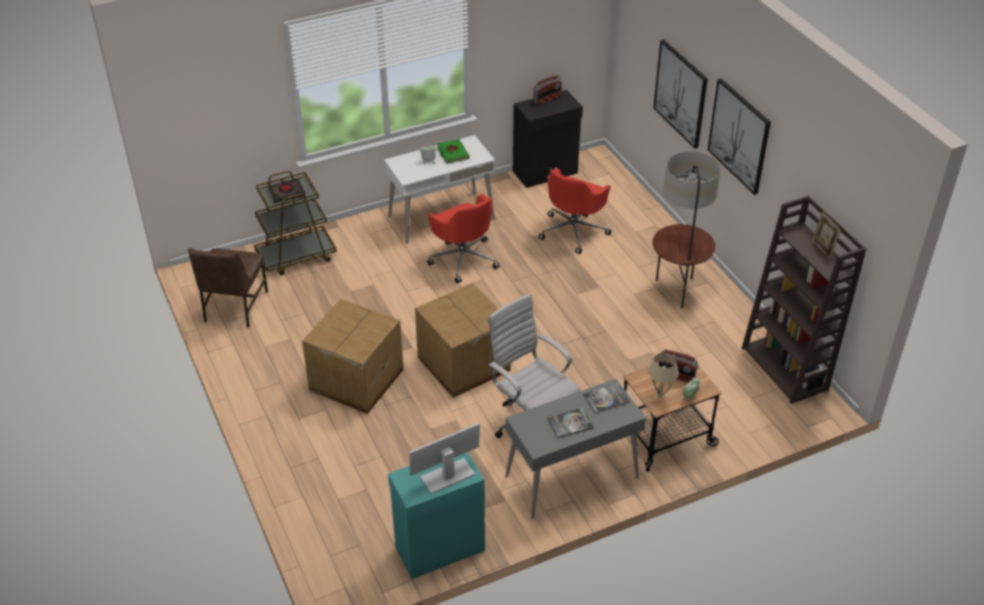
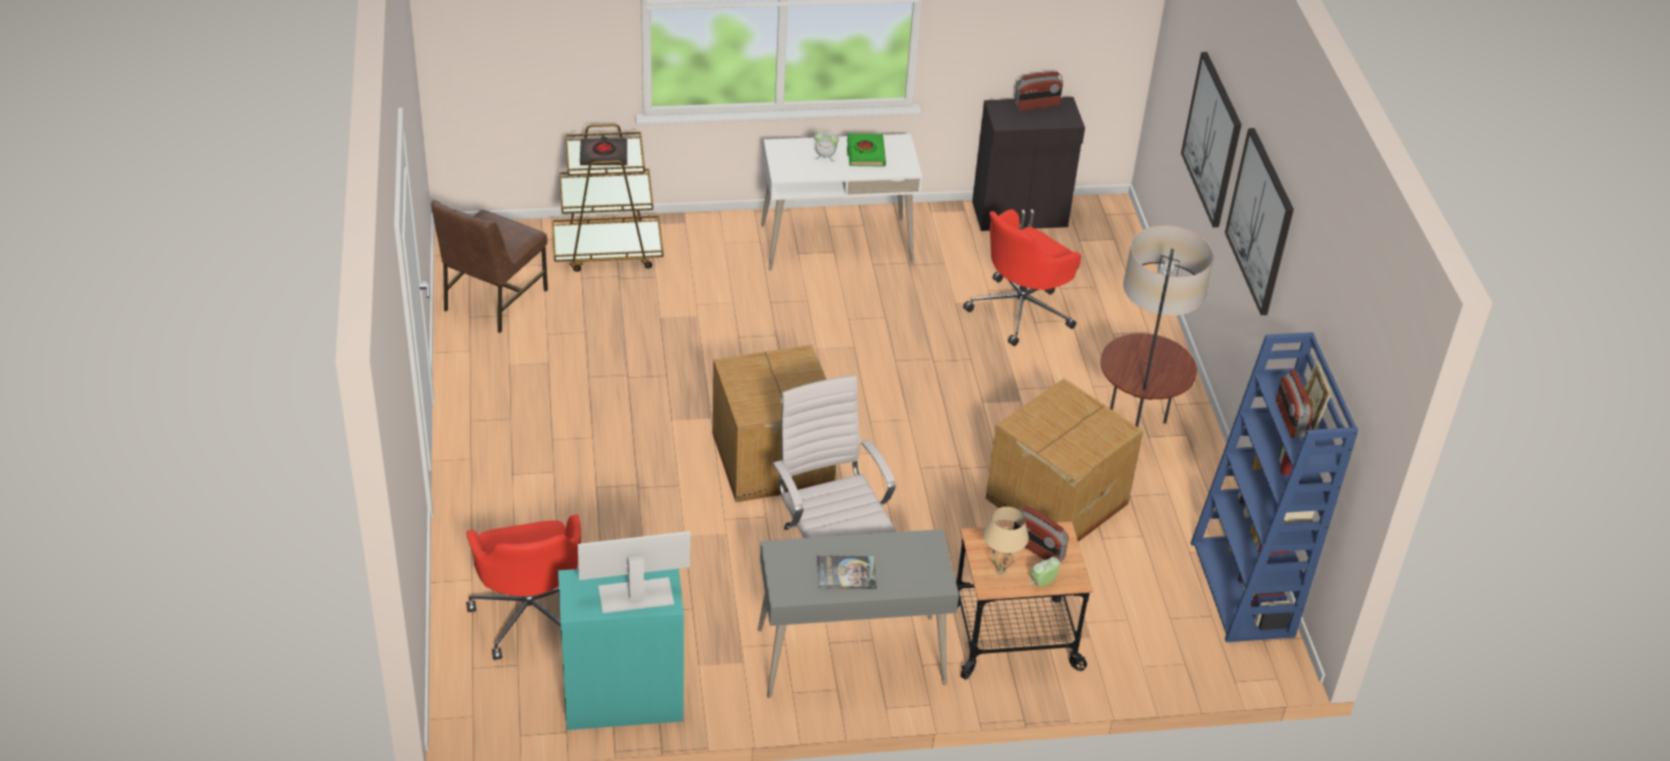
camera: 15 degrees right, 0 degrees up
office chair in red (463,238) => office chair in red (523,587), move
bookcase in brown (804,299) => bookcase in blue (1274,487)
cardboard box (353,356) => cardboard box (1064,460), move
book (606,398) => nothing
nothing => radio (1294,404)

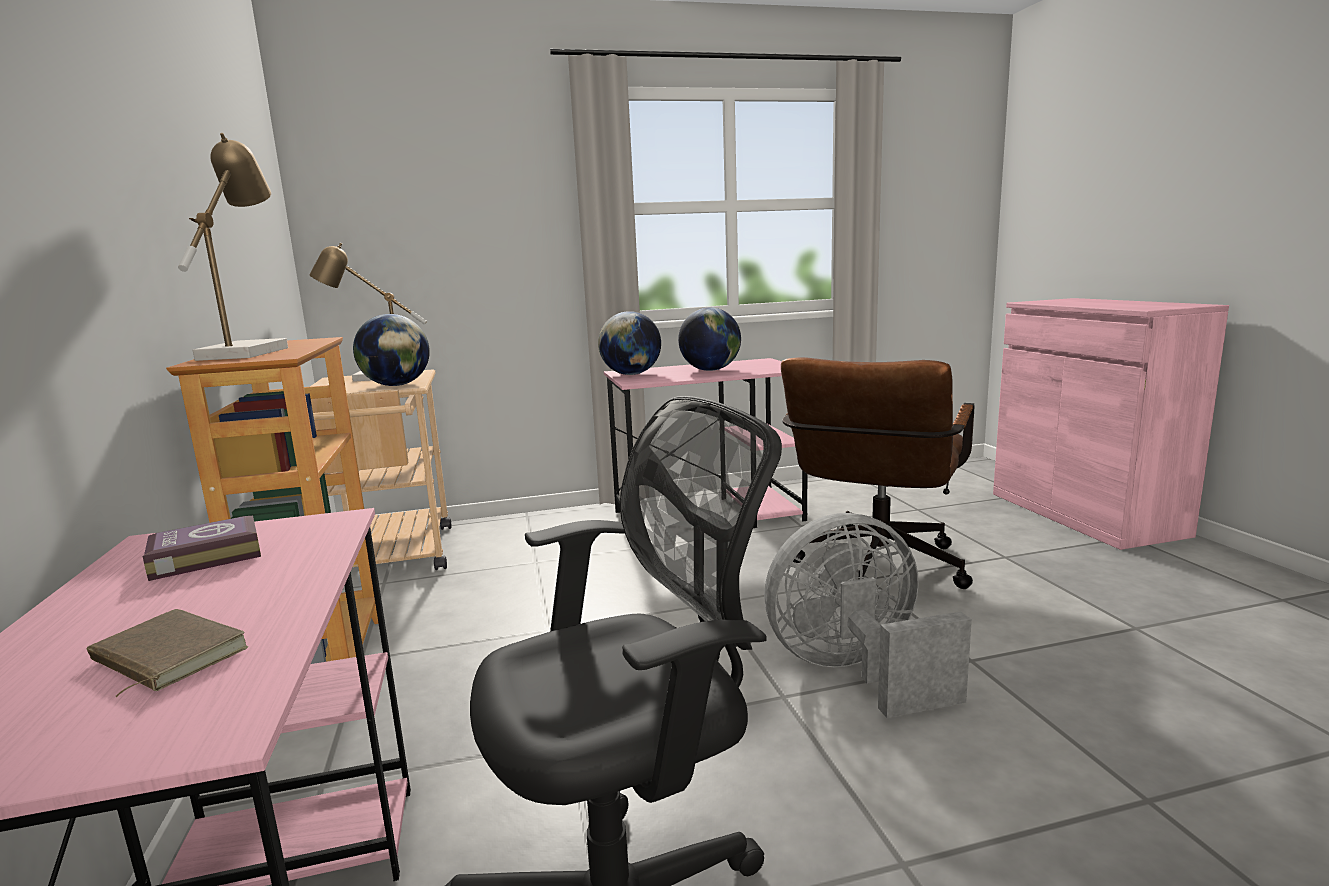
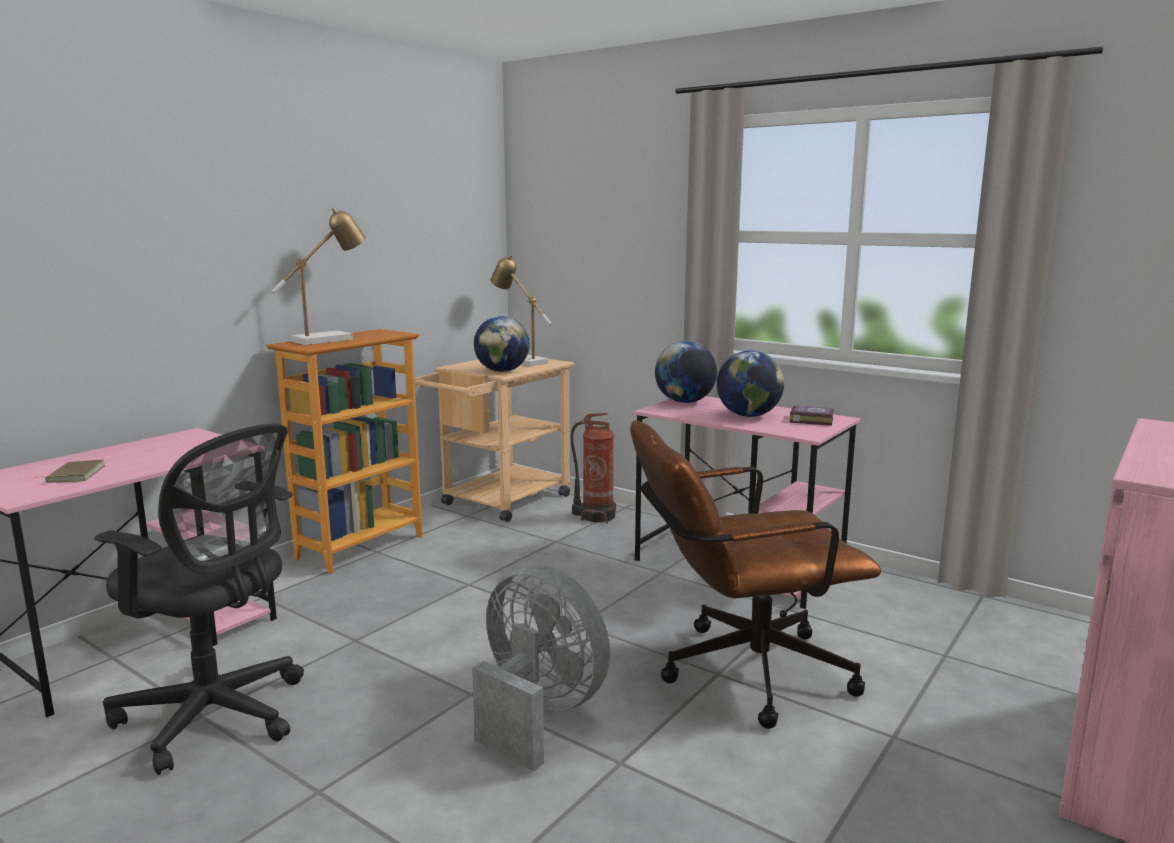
camera: 50 degrees right, 0 degrees up
book (201,548) => book (812,416), move
nothing => fire extinguisher (593,468)

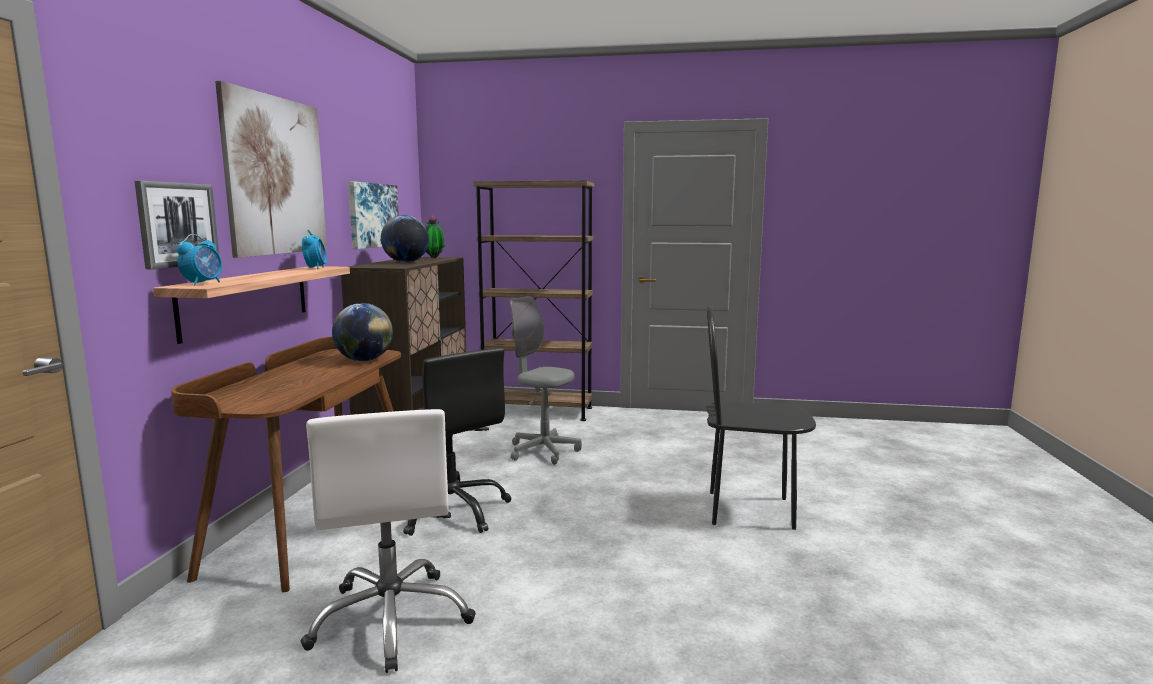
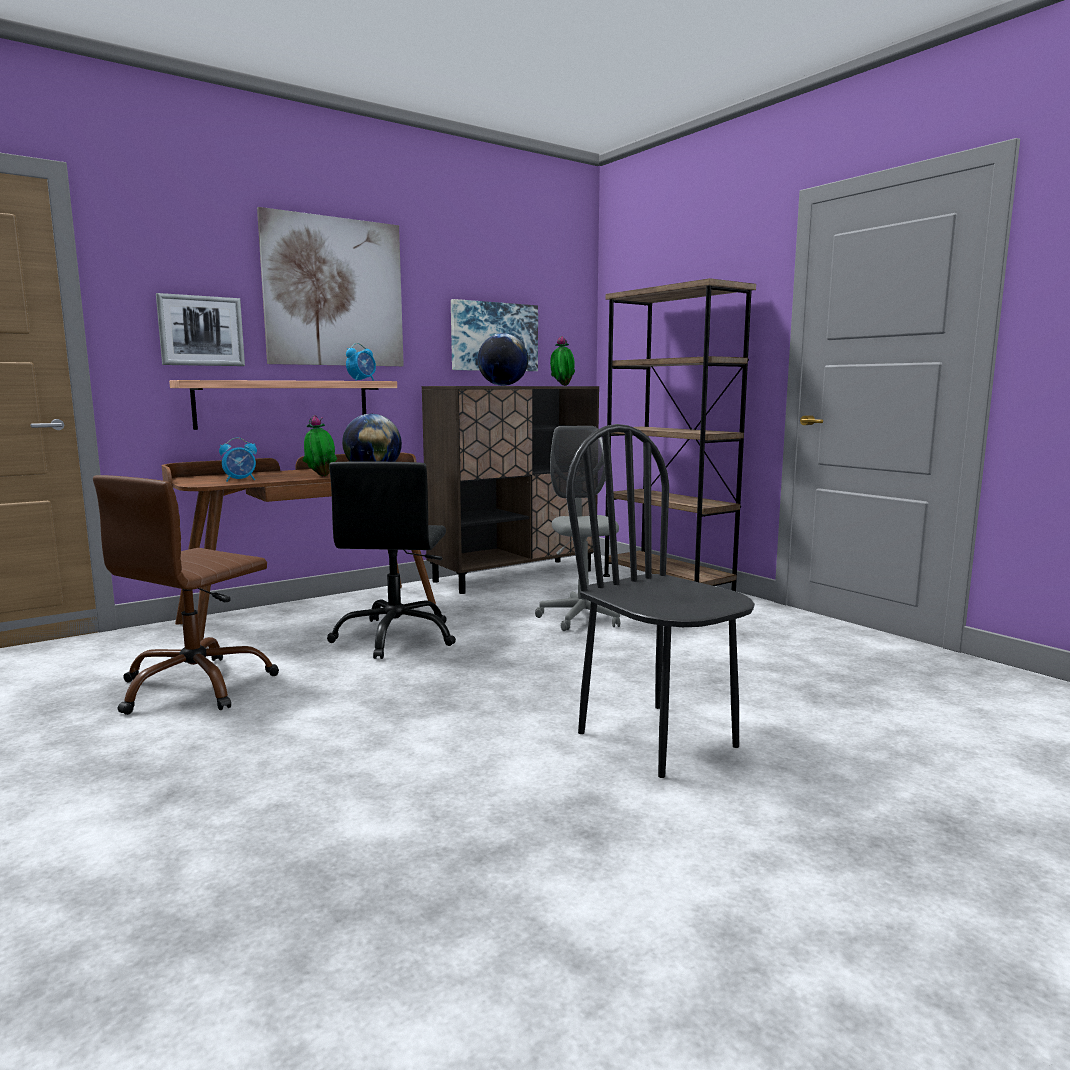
camera: 45 degrees right, 0 degrees up
alarm clock (199,259) => alarm clock (238,459), move
office chair in white (388,541) => office chair in brown (186,595)
nothing => potted plant (319,446)

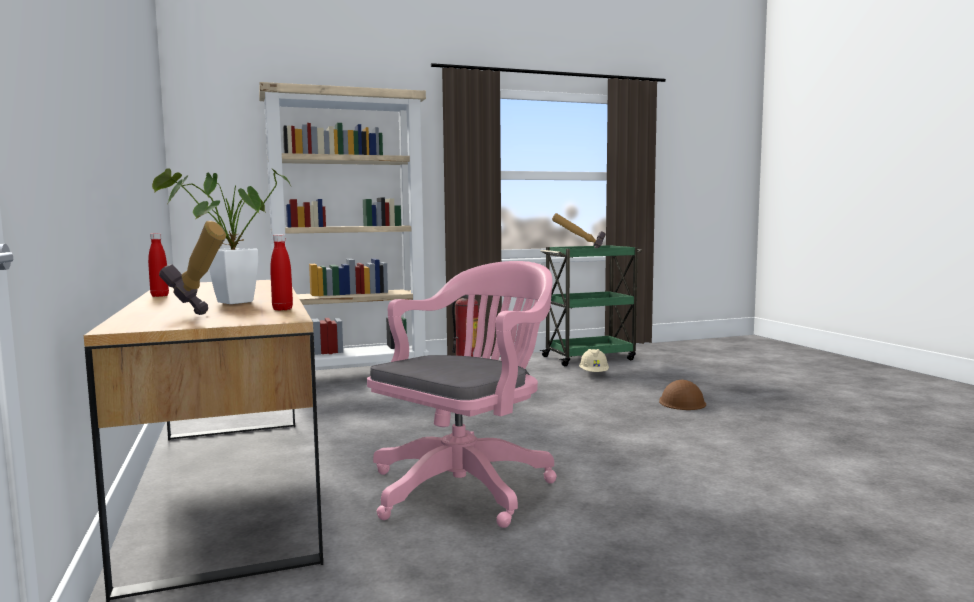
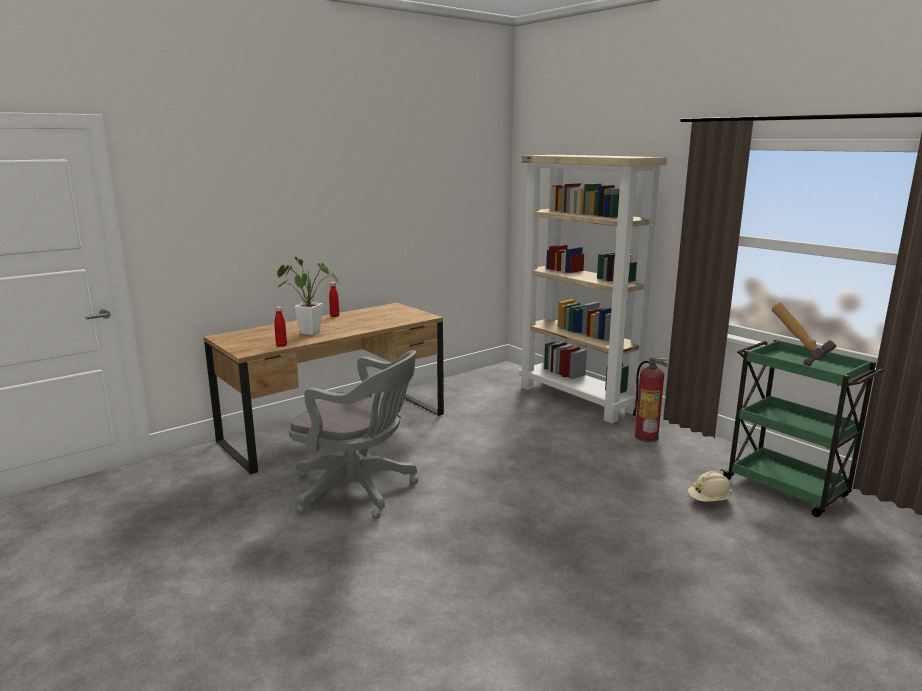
camera: 70 degrees right, 10 degrees up
hammer (192,268) => nothing
office chair in pink (462,394) => office chair in grey (353,434)
hard hat in brown (682,395) => nothing

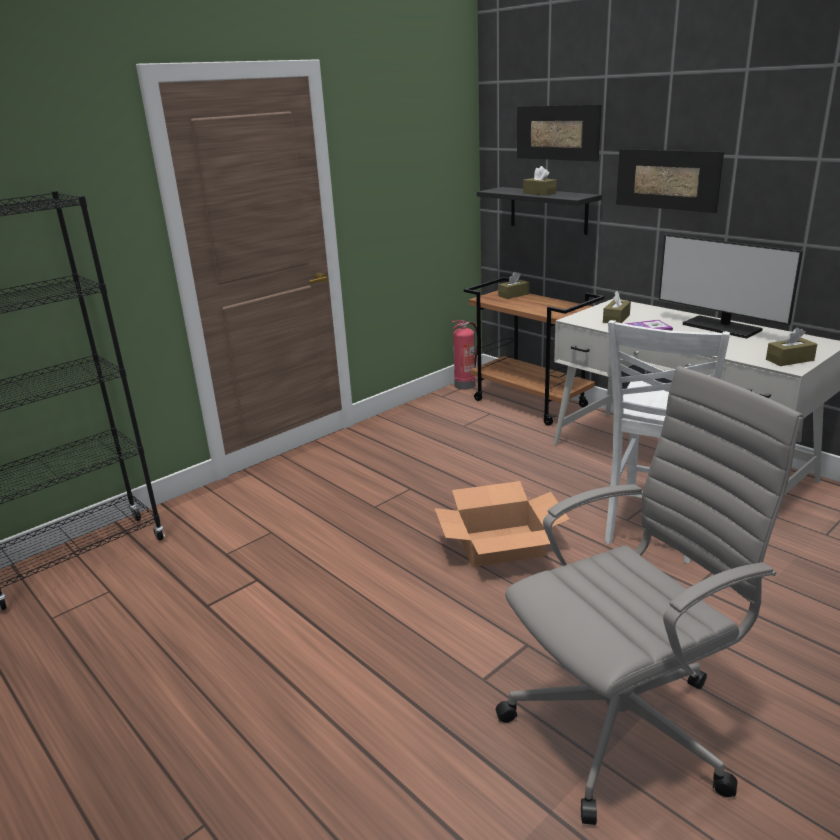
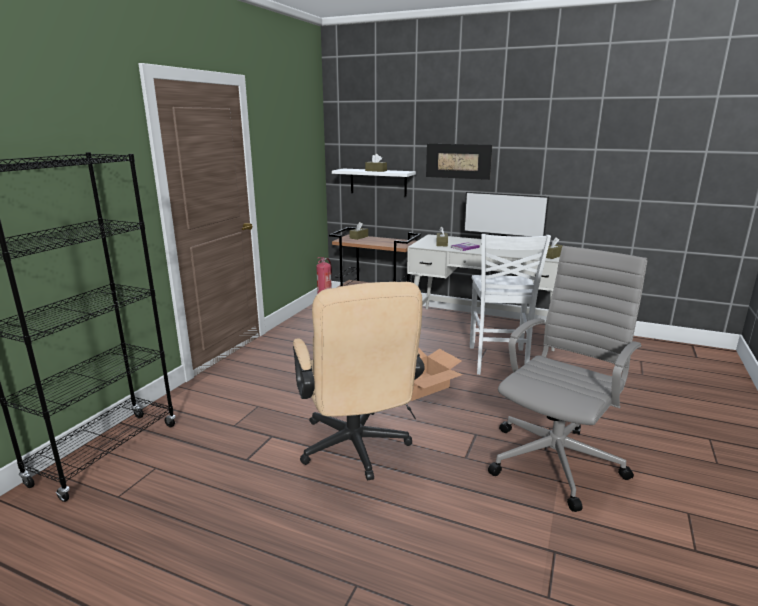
camera: 25 degrees left, 5 degrees down
picture (559,133) => nothing
shelf in black (539,211) => shelf in white (374,182)
nothing => office chair in beige (359,381)

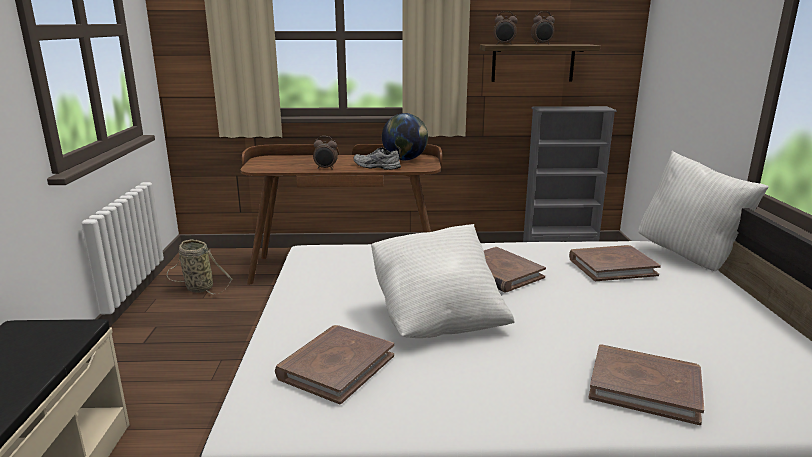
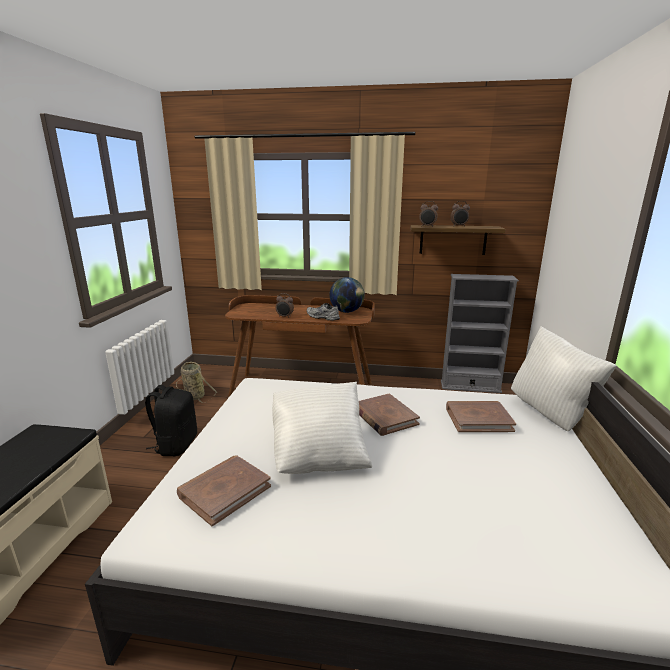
camera: 10 degrees right, 0 degrees up
book in brown (646,384) => nothing
nothing => backpack in black (171,420)

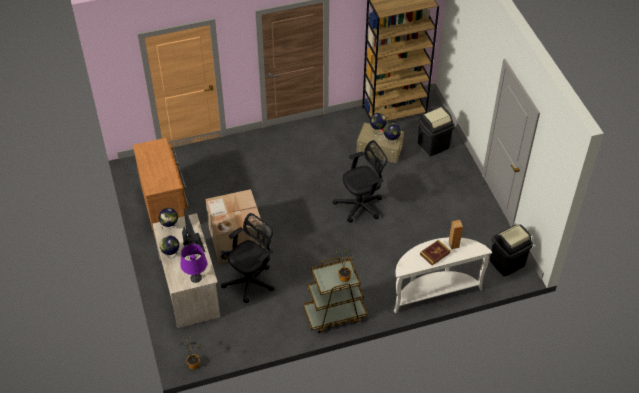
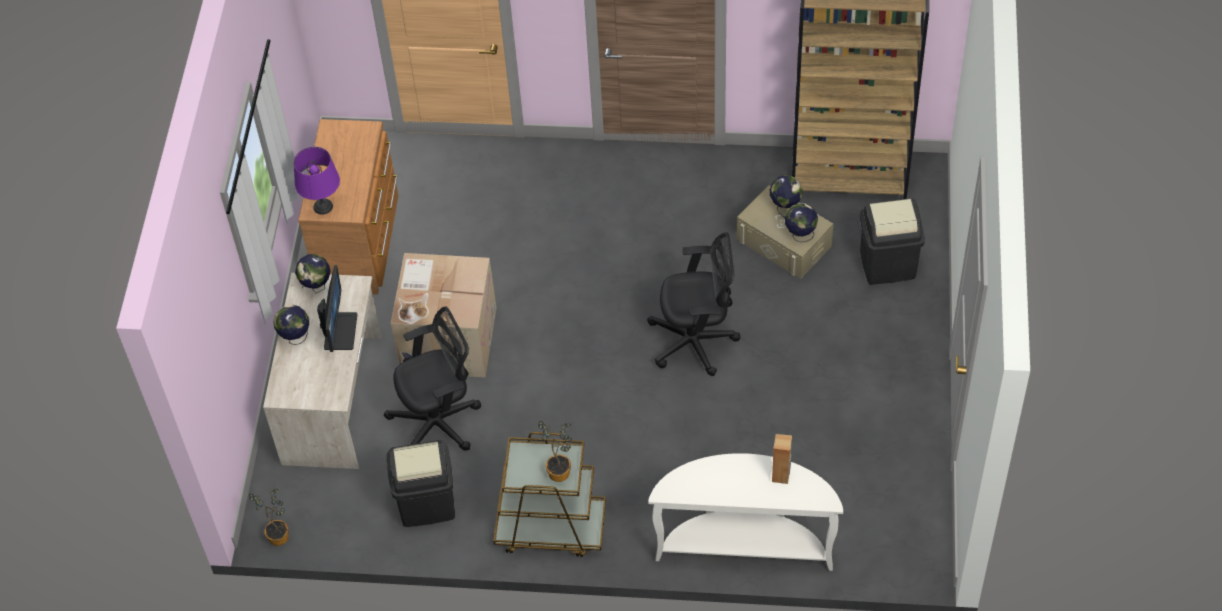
camera: 25 degrees right, 5 degrees up
trash can in black (511,251) => trash can in black (421,483), move
book (435,253) => nothing
table lamp in purple (193,263) => table lamp in purple (317,181), move

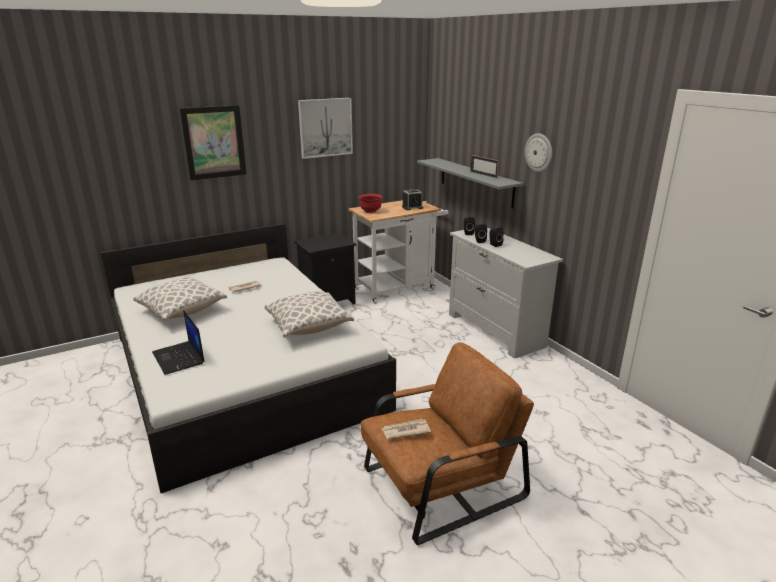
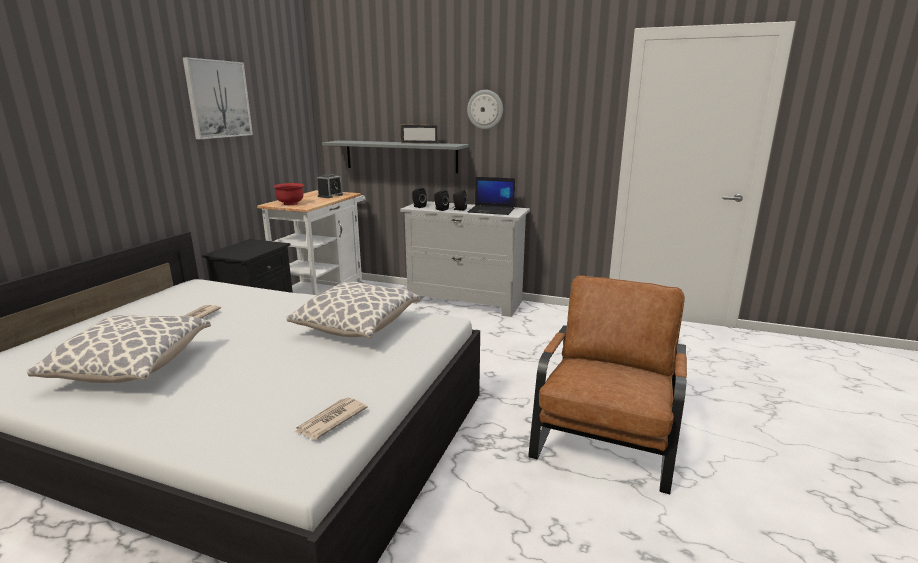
camera: 40 degrees left, 5 degrees down
picture (213,142) => nothing
laptop (178,342) => laptop (491,196), move
newspaper (406,429) => newspaper (331,418), move

